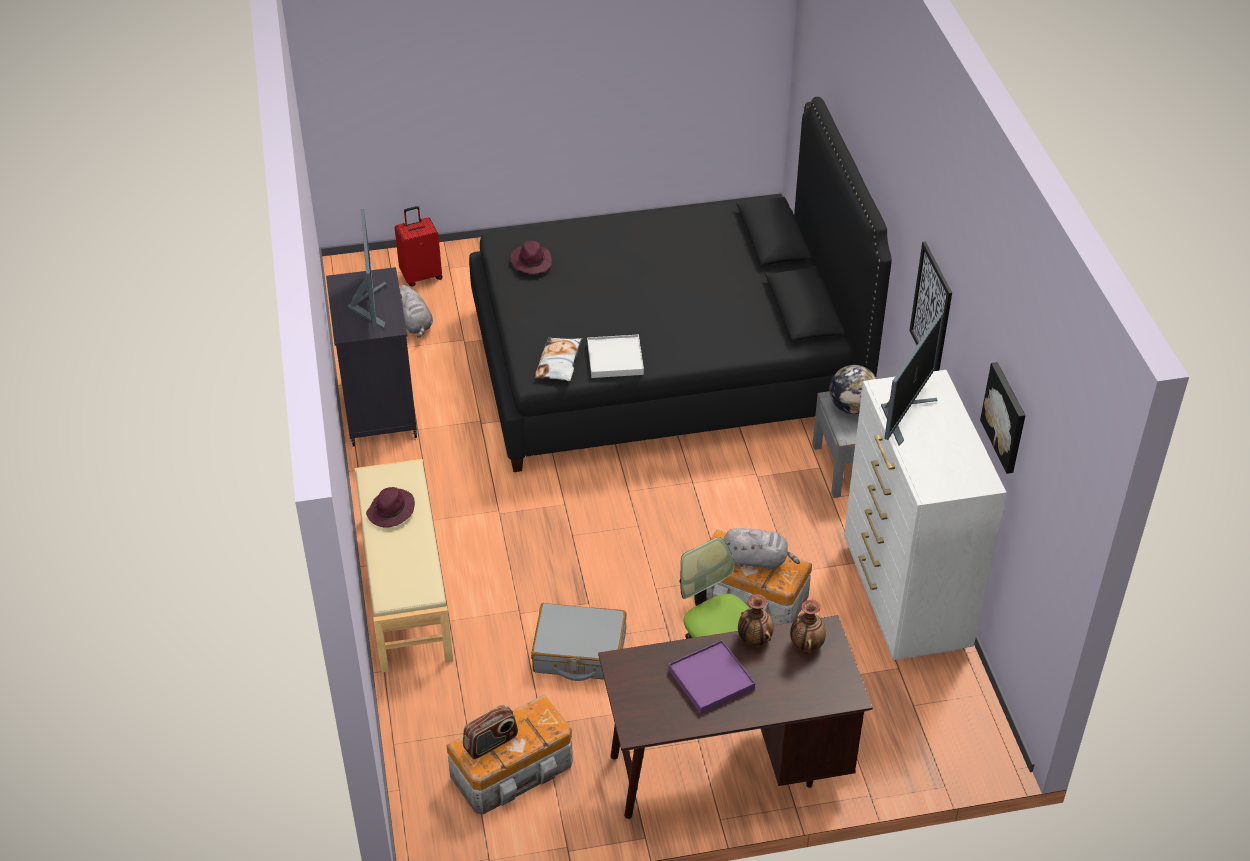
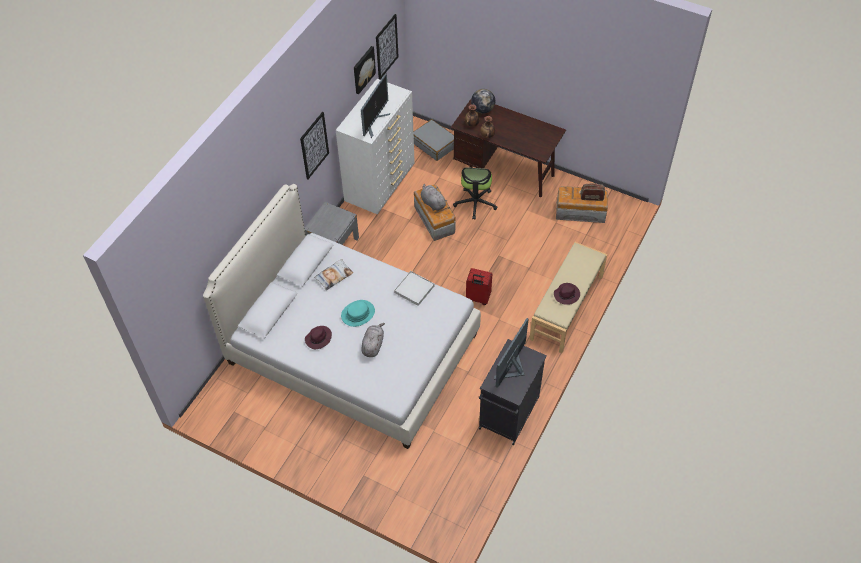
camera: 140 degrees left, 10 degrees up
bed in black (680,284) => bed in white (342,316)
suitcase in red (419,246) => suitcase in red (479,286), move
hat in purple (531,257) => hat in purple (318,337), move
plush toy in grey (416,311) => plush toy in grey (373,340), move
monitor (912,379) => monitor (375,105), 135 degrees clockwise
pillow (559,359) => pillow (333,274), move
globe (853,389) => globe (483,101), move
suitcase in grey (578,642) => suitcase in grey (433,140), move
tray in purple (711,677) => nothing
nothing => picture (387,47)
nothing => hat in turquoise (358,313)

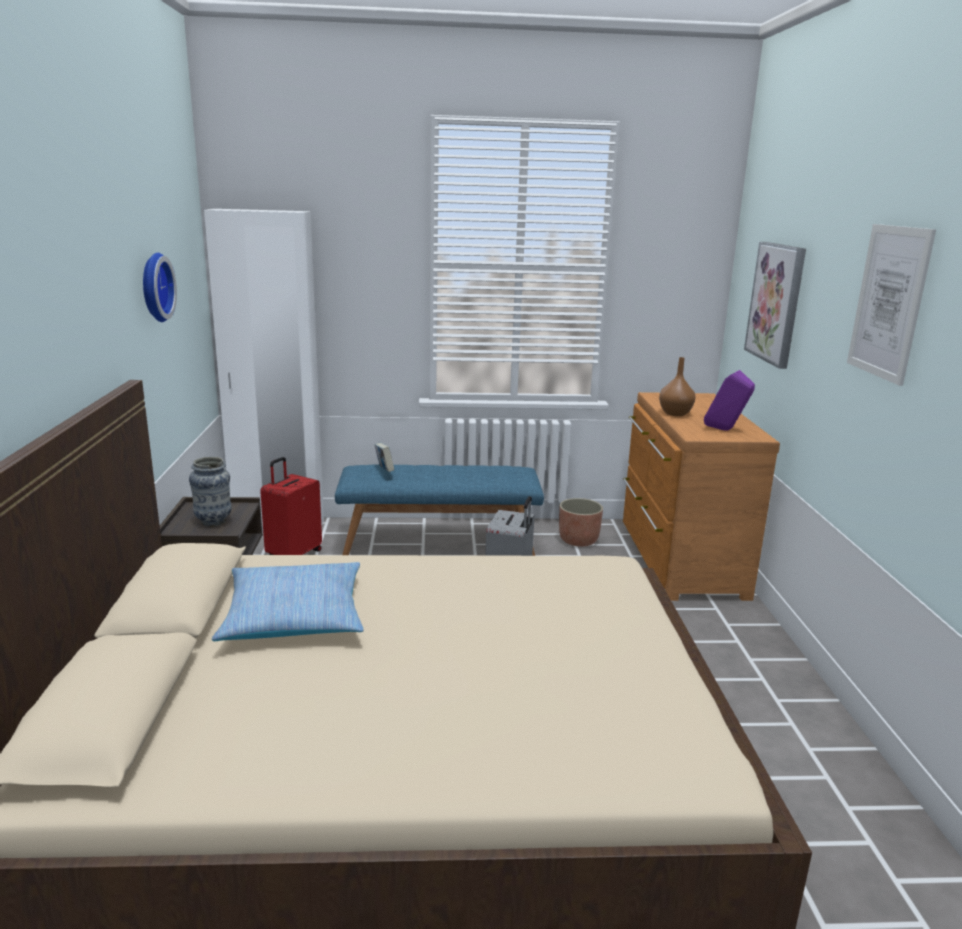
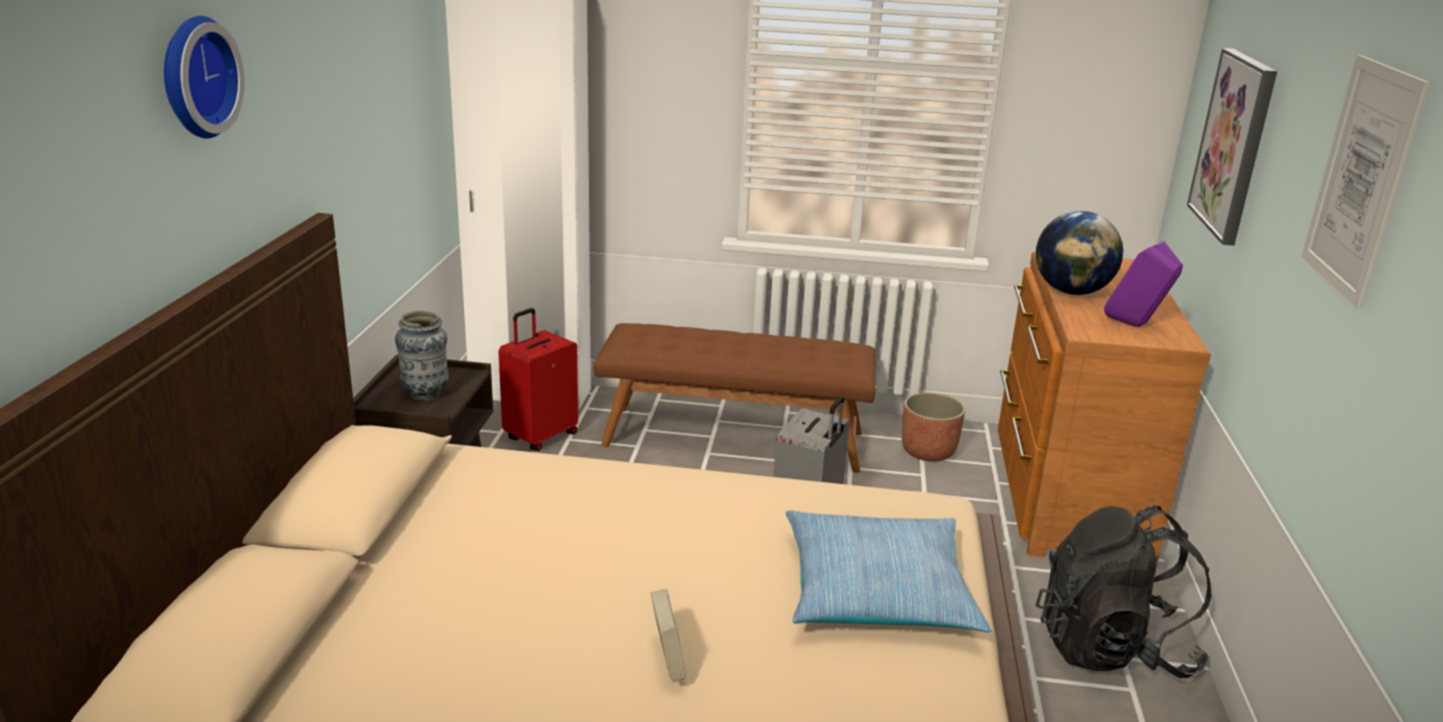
camera: 10 degrees right, 5 degrees up
wall clock (160,287) => wall clock (204,77), move
vase in brown (677,386) => globe (1079,253)
book (384,457) => book (668,635), move
bench in blue (439,510) => bench in brown (735,398)
pillow (288,601) => pillow (888,571), move
nothing => backpack in black (1124,591)

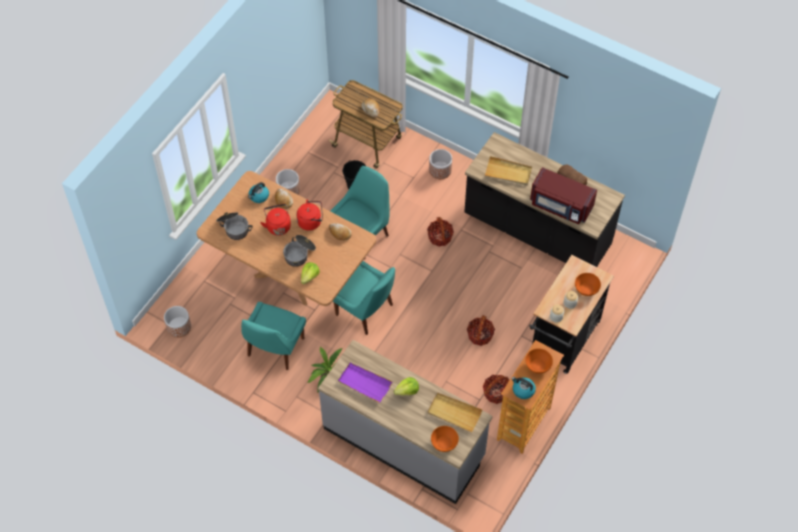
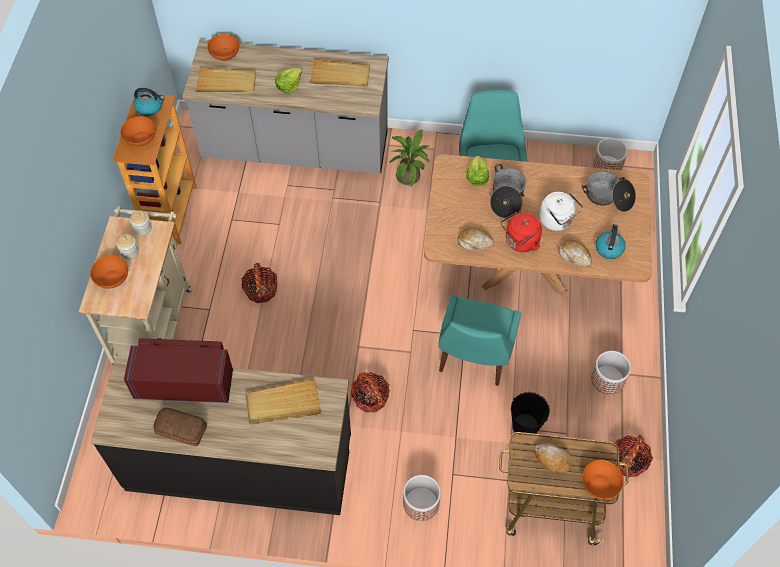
camera: 155 degrees right, 0 degrees up
kettle in red (275,220) => kettle in white (561,211)
cart in black (571,314) => cart in beige (136,285)
chair in turquoise (364,298) => nothing
tray in purple (365,383) => tray in beige (339,74)
basket (496,389) => basket (632,456), move
nothing => bowl in orange (603,480)

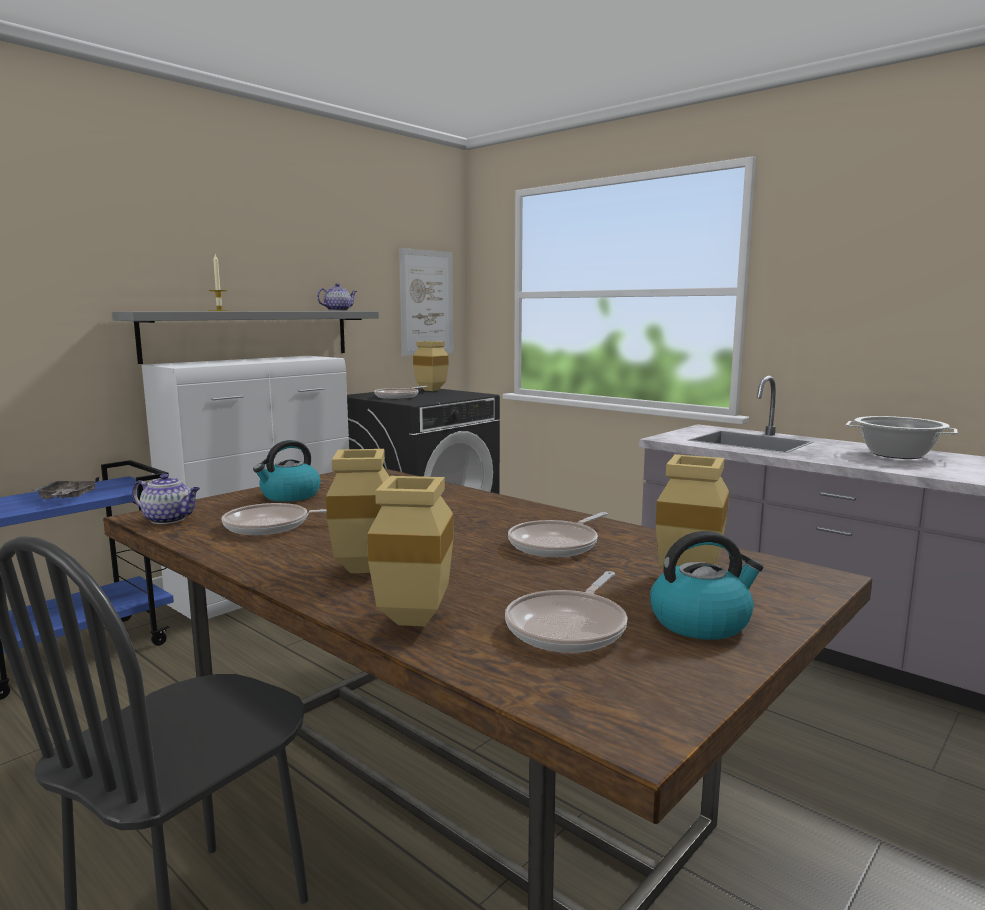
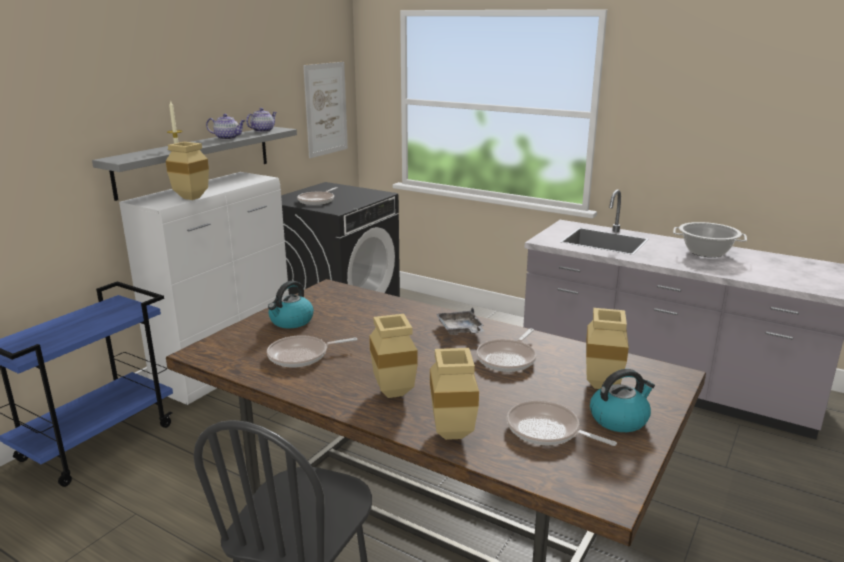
camera: 10 degrees left, 10 degrees up
vase in beige (431,366) => vase in beige (187,171), move
teapot (166,498) => teapot (225,127), move
tray in grey (65,488) => tray in grey (460,321), move
frying pan (566,612) => frying pan (562,423), 105 degrees clockwise

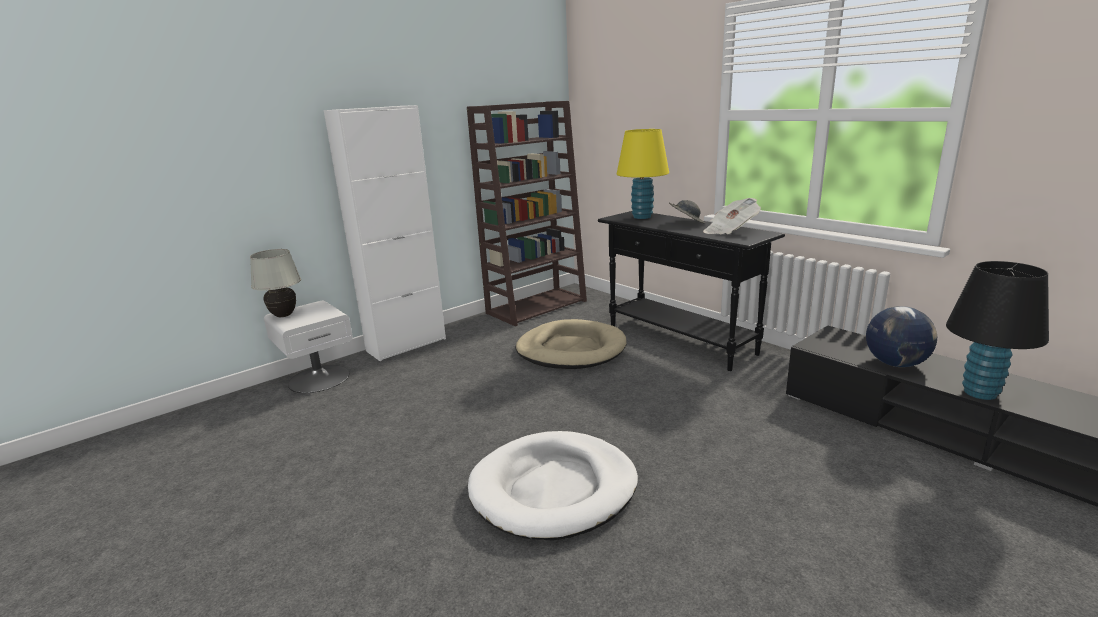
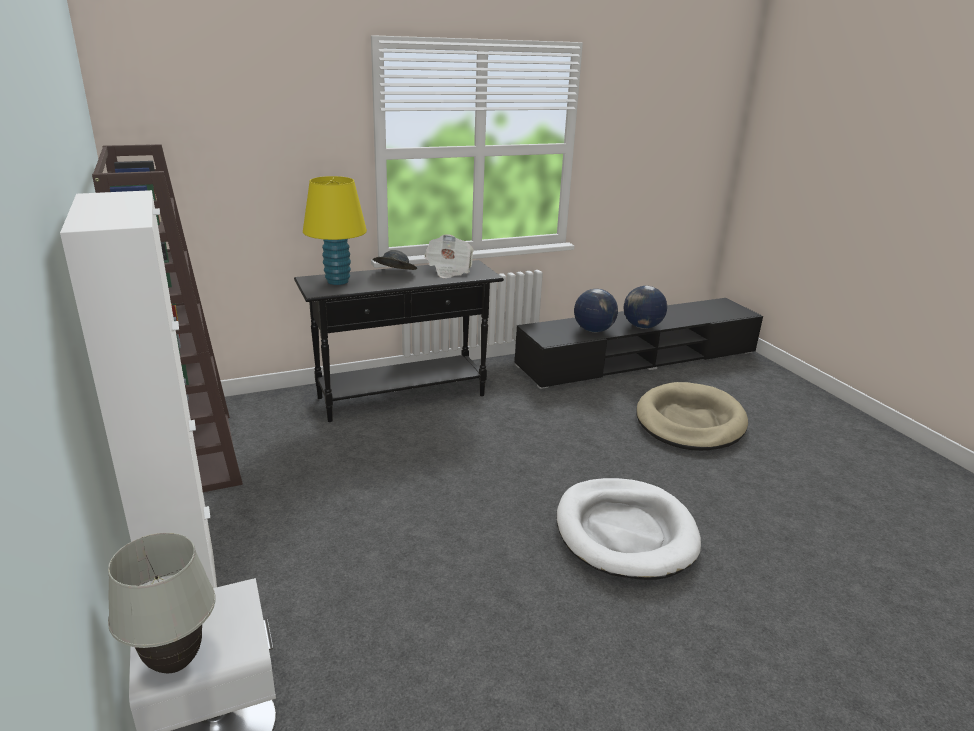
camera: 75 degrees left, 5 degrees up
table lamp in black (997,330) => globe (645,307)
dog bed in beige (571,344) => dog bed in beige (692,416), move

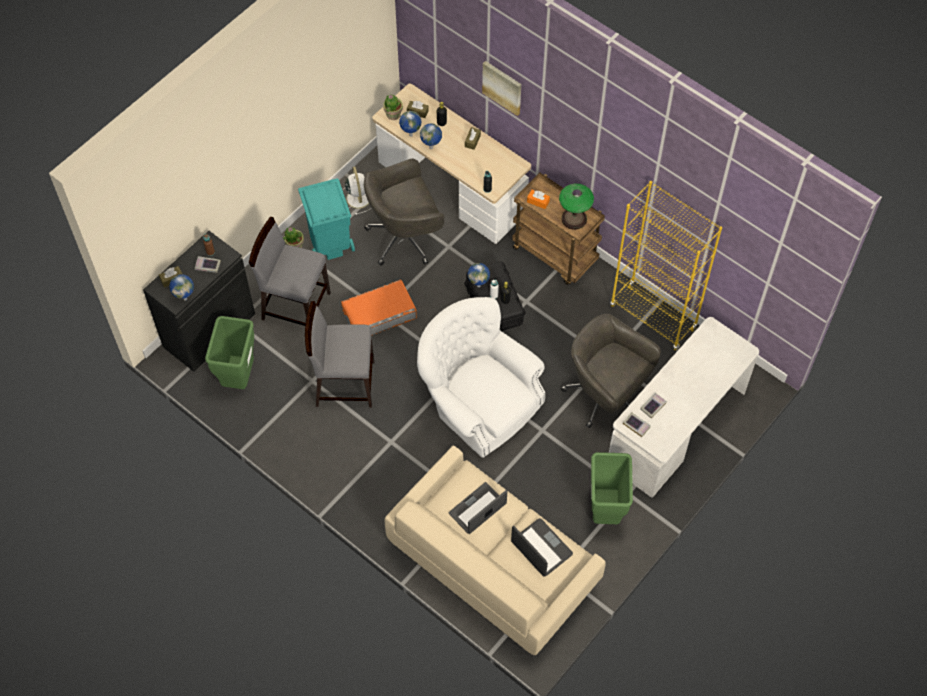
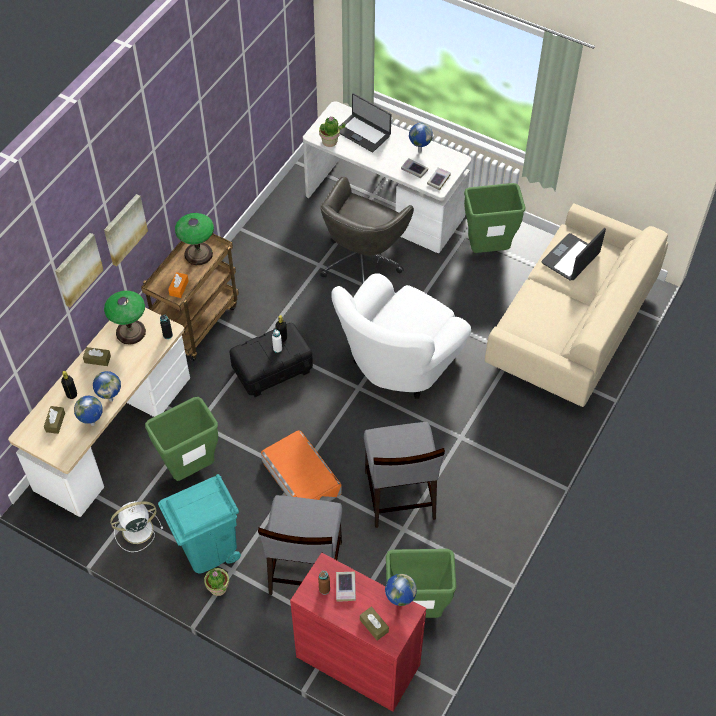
camera: 100 degrees left, 5 degrees down
potted plant (393,107) => potted plant (332,131), move
office chair in grey (404,212) => trash can in green (181,439)
bookcase in yellow (666,266) => nothing
cabinet in black (199,301) => cabinet in red (358,632)
globe (479,275) => globe (421,138), move
laptop (477,508) => laptop (365,122), move
nothing => picture (126,230)
nothing => table lamp (125,318)

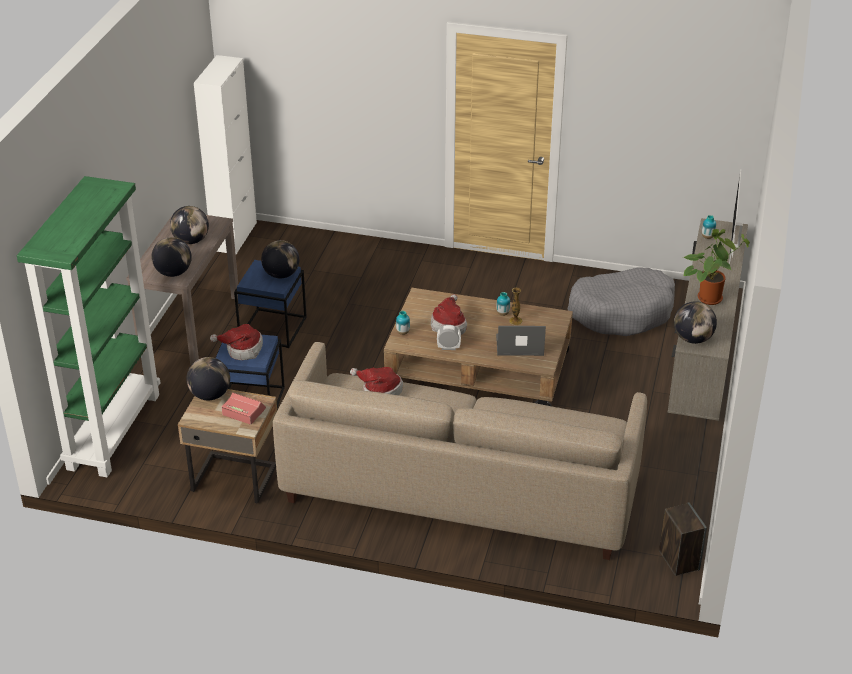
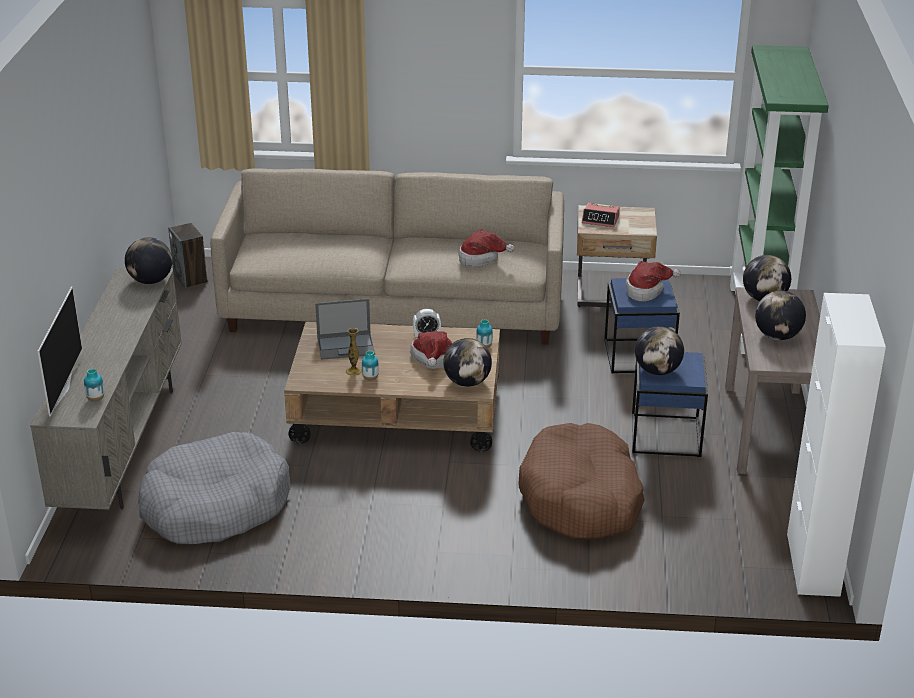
camera: 170 degrees right, 5 degrees down
potted plant (716,267) => nothing
globe (208,378) => globe (467,362), move
nothing => dog bed in brown (581,481)

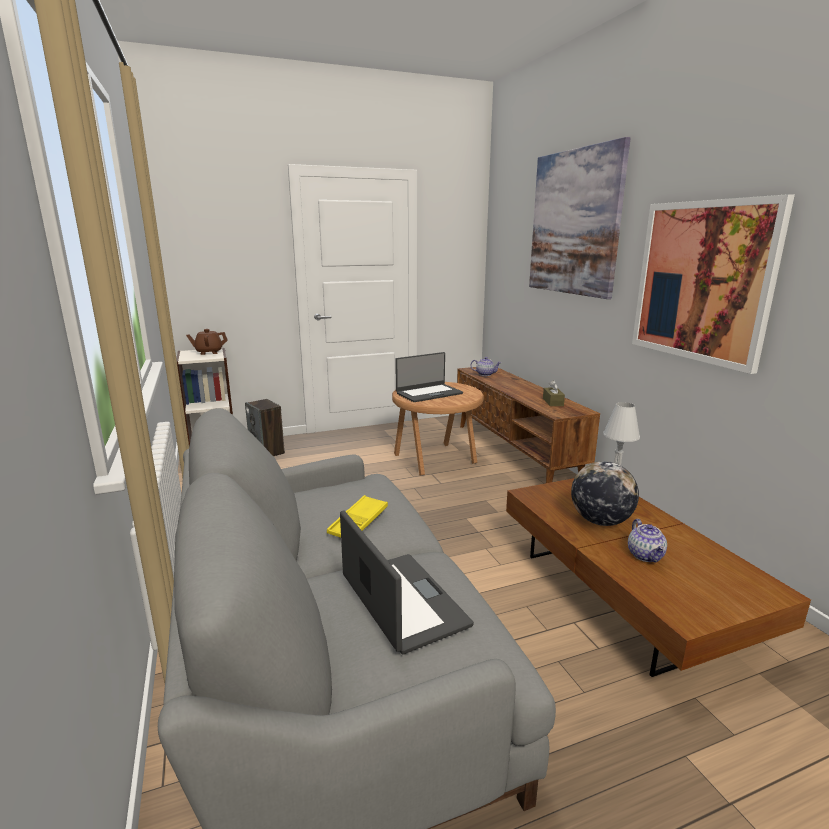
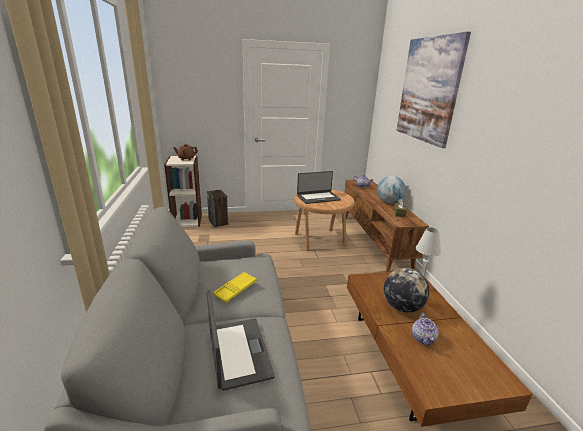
camera: 10 degrees right, 5 degrees up
picture (713,284) => nothing
nothing => globe (391,190)

